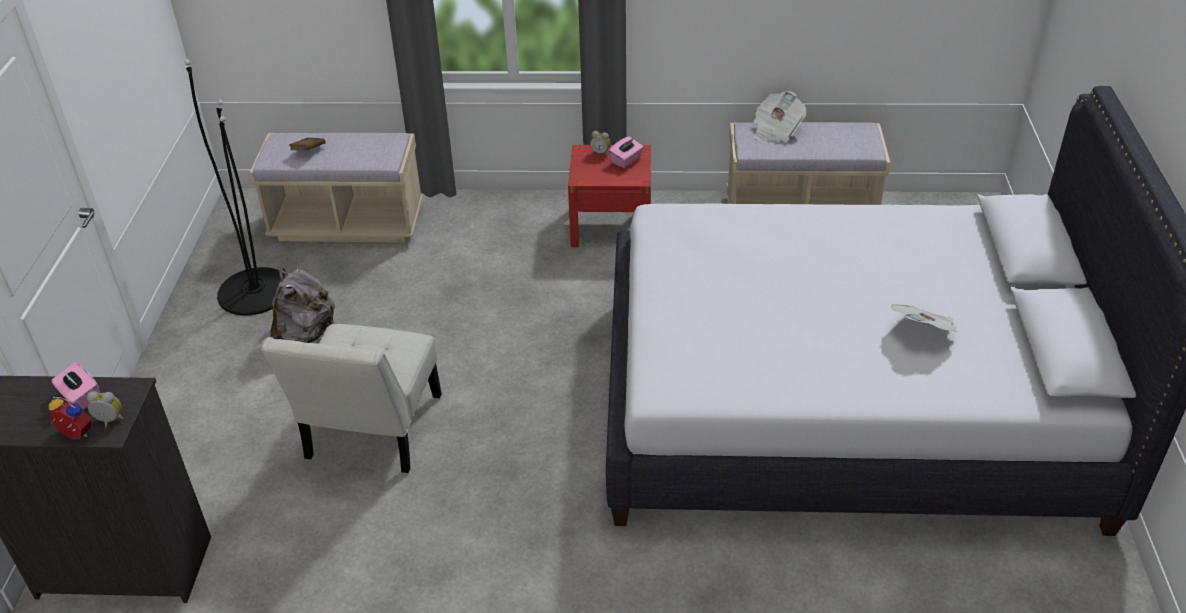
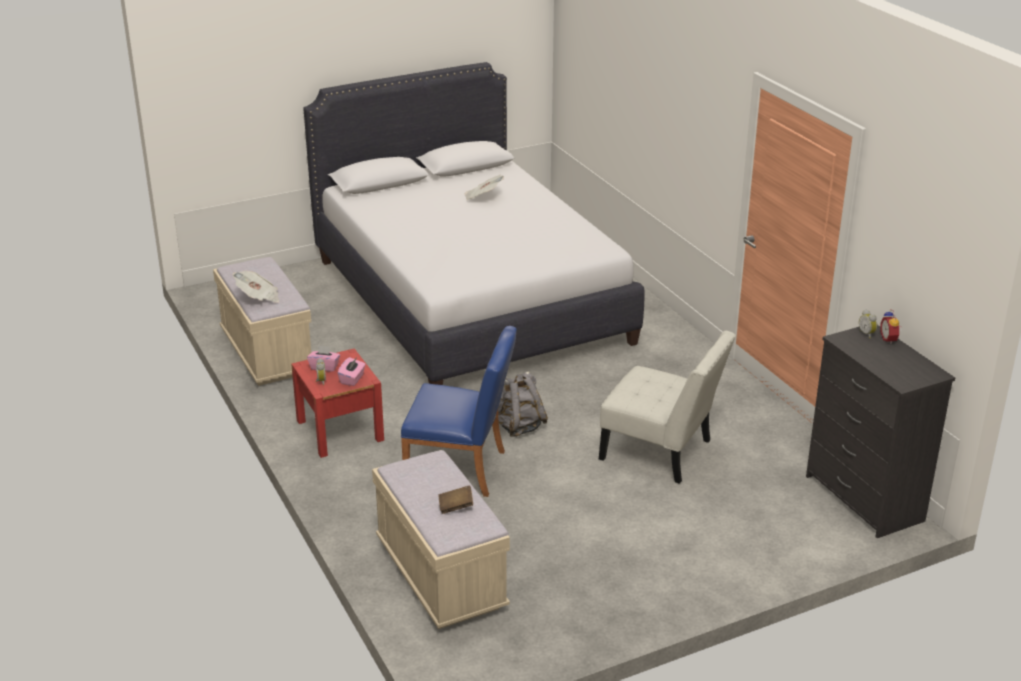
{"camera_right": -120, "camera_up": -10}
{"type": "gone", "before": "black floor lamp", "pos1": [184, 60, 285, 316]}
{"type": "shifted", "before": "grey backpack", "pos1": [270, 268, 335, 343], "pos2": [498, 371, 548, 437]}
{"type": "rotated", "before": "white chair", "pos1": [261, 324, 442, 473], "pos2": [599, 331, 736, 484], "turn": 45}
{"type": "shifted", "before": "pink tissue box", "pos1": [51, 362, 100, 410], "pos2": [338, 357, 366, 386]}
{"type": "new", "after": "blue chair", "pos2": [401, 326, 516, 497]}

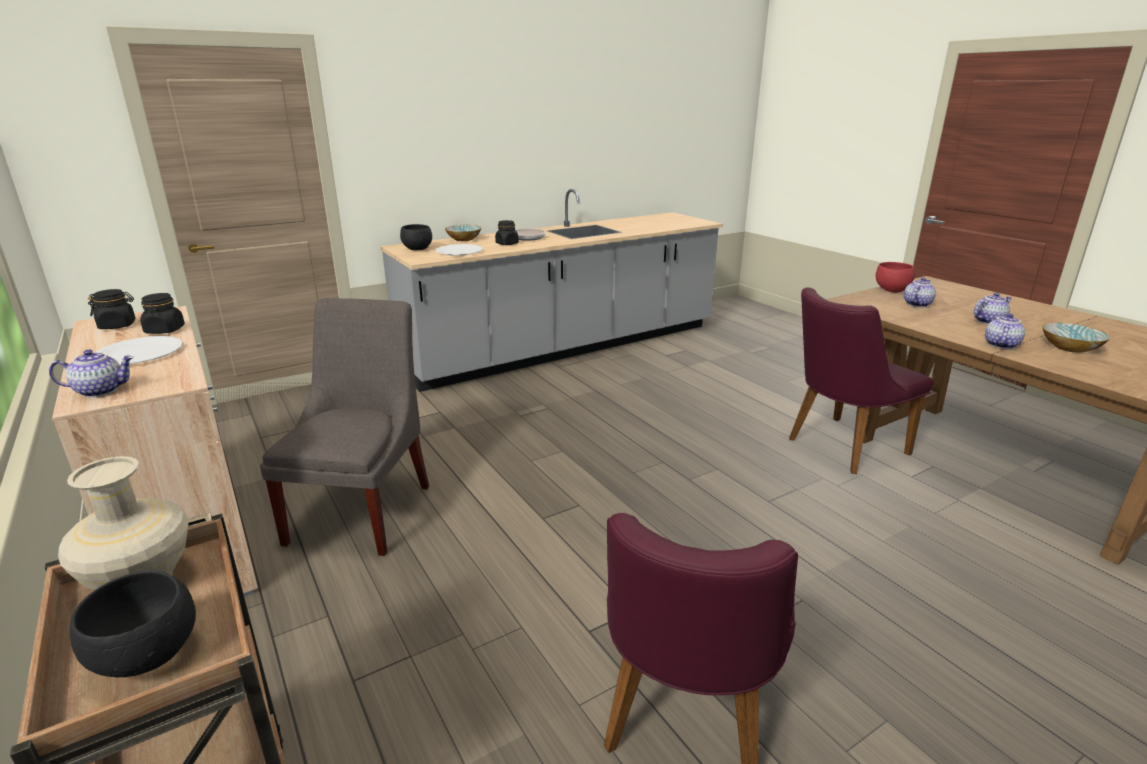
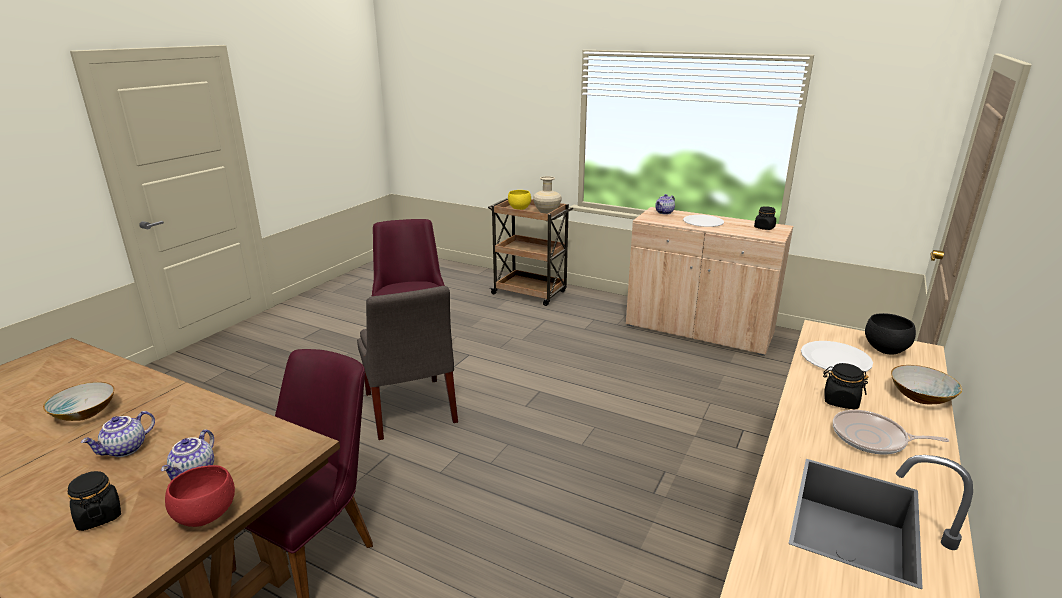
{"camera_right": 150, "camera_up": 0}
{"type": "shifted", "before": "black jar", "pos1": [140, 293, 185, 334], "pos2": [68, 471, 121, 531]}
{"type": "shifted", "before": "grey chair", "pos1": [260, 298, 429, 556], "pos2": [357, 286, 458, 440]}
{"type": "gone", "before": "teapot", "pos1": [985, 314, 1025, 349]}
{"type": "repainted", "before": "black bowl", "after": "yellow bowl", "pos1": [70, 570, 196, 677], "pos2": [508, 190, 531, 210]}

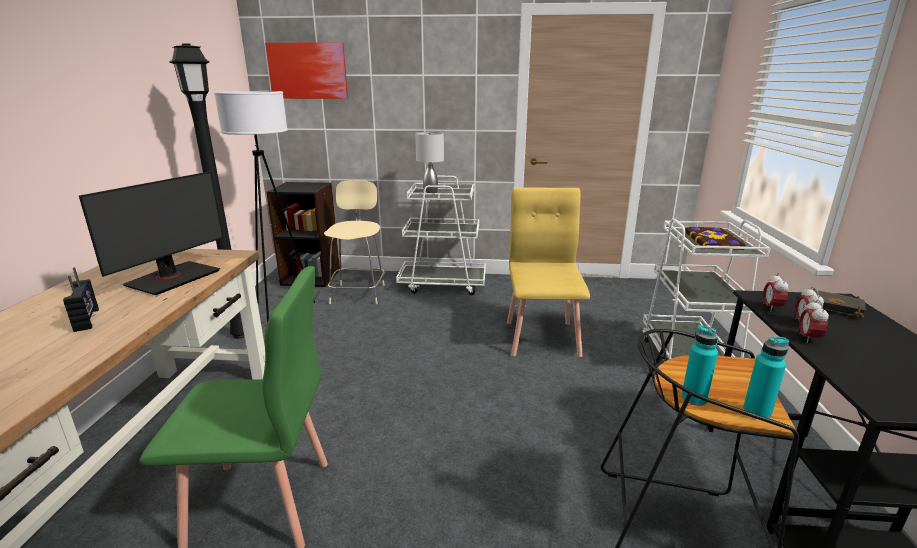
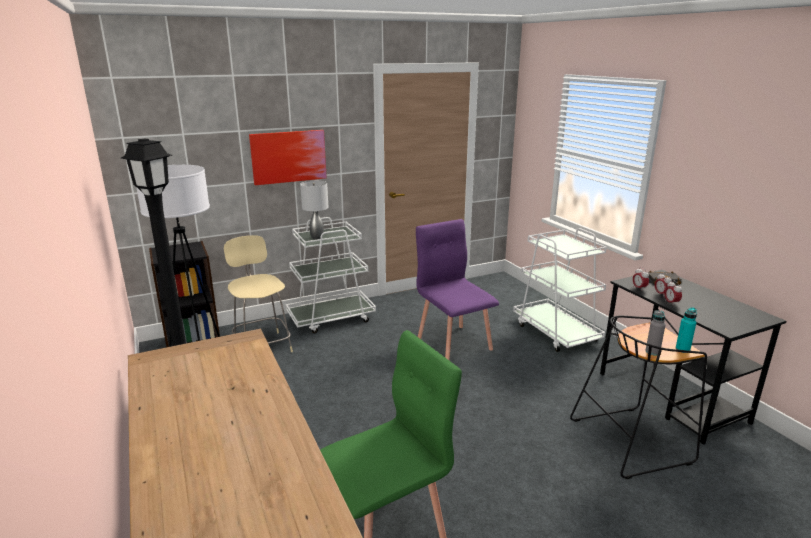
{"camera_right": -30, "camera_up": 0}
{"type": "shifted", "before": "picture", "pos1": [265, 42, 348, 99], "pos2": [249, 130, 327, 185]}
{"type": "gone", "before": "monitor", "pos1": [79, 171, 224, 295]}
{"type": "repainted", "before": "yellow chair", "after": "purple chair", "pos1": [507, 187, 590, 357], "pos2": [416, 219, 499, 360]}
{"type": "gone", "before": "book", "pos1": [685, 226, 745, 250]}
{"type": "gone", "before": "radio", "pos1": [63, 267, 99, 332]}
{"type": "repainted", "before": "turquoise bottle", "after": "grey bottle", "pos1": [681, 325, 718, 406], "pos2": [645, 311, 666, 355]}

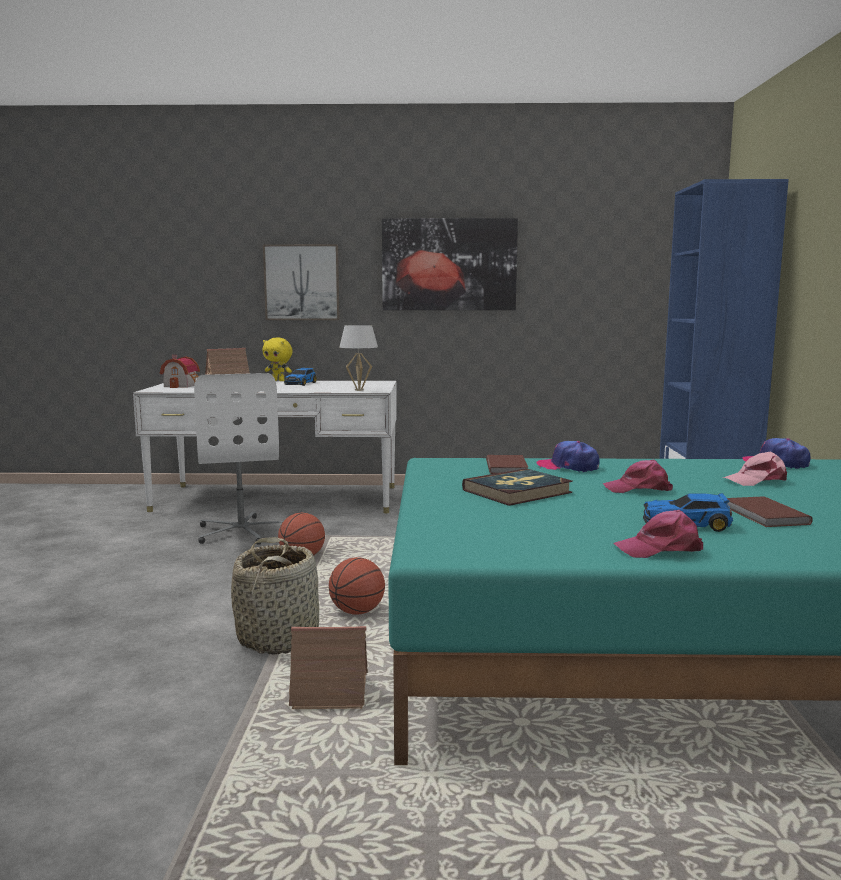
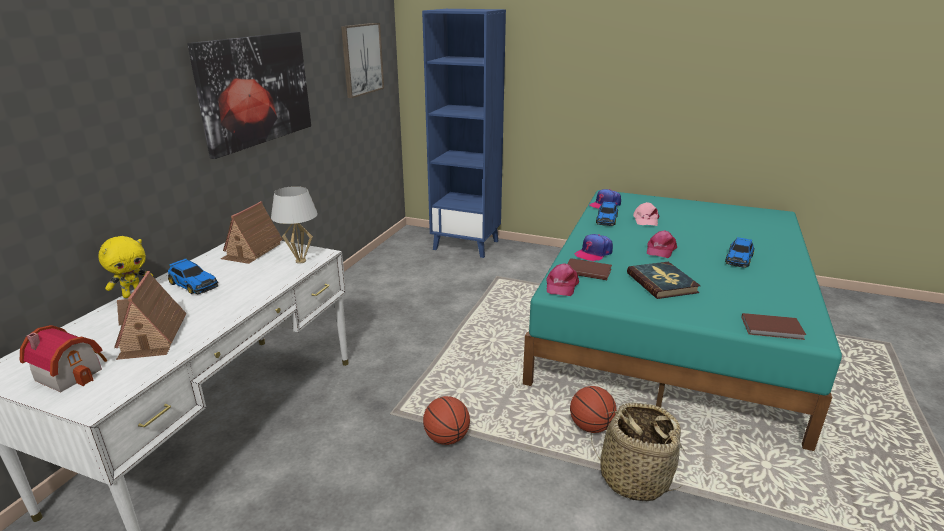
{"camera_right": -70, "camera_up": 15}
{"type": "shifted", "before": "picture", "pos1": [263, 244, 340, 320], "pos2": [341, 23, 384, 98]}
{"type": "gone", "before": "white office chair", "pos1": [194, 373, 283, 545]}
{"type": "shifted", "before": "brown book", "pos1": [727, 496, 813, 527], "pos2": [742, 313, 806, 340]}
{"type": "shifted", "before": "pink cap", "pos1": [614, 510, 703, 558], "pos2": [546, 263, 579, 296]}
{"type": "shifted", "before": "toy house", "pos1": [289, 626, 368, 710], "pos2": [221, 201, 283, 264]}
{"type": "new", "after": "toy car", "pos2": [596, 202, 618, 226]}

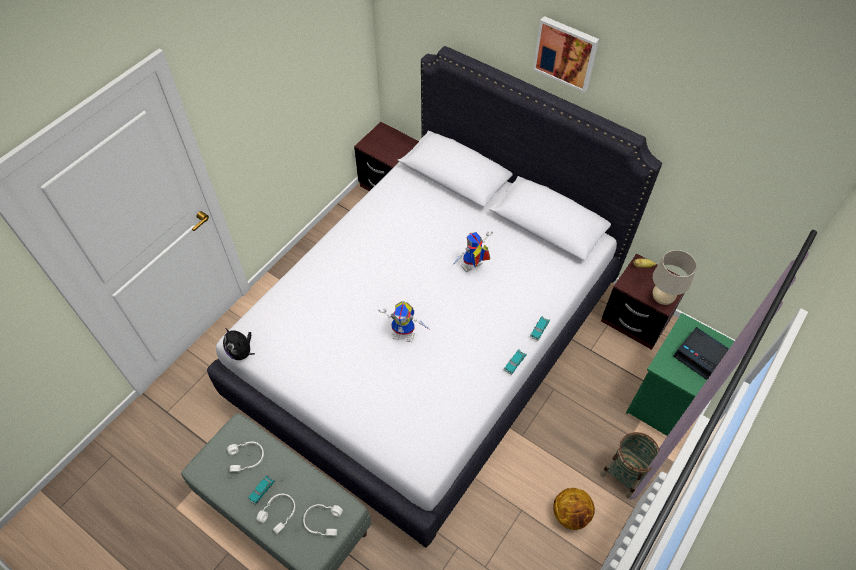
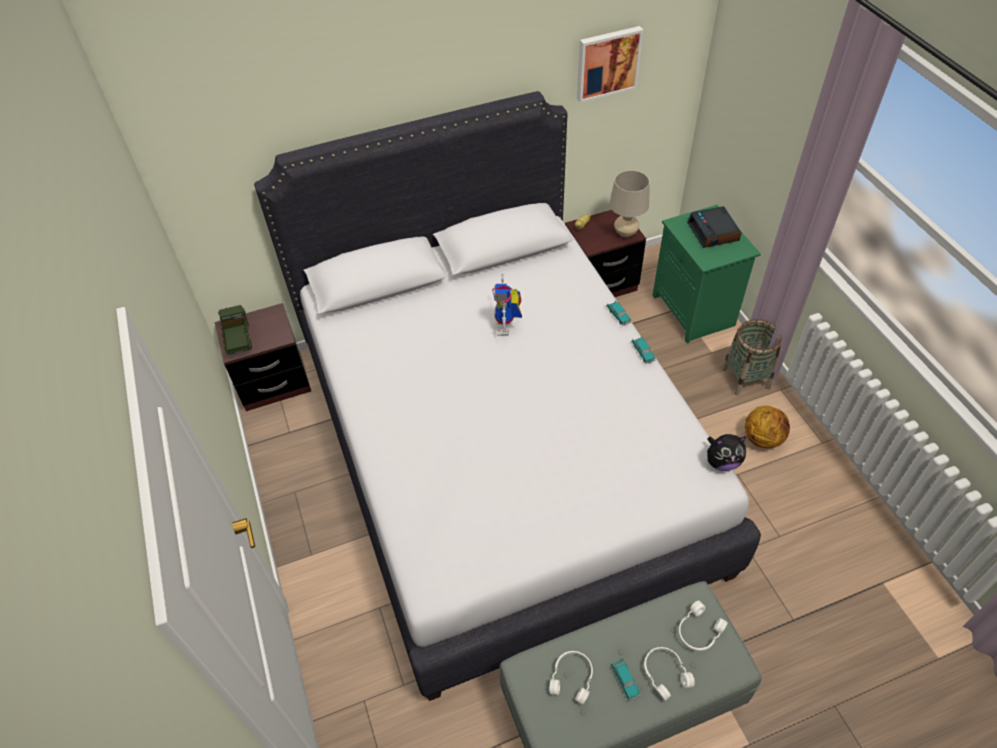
{"camera_right": -55, "camera_up": -5}
{"type": "shifted", "before": "picture", "pos1": [533, 16, 599, 92], "pos2": [577, 26, 643, 103]}
{"type": "gone", "before": "toy robot", "pos1": [378, 301, 429, 342]}
{"type": "rotated", "before": "alarm clock", "pos1": [673, 327, 729, 380], "pos2": [687, 206, 742, 248], "turn": 90}
{"type": "shifted", "before": "plush toy", "pos1": [223, 328, 255, 360], "pos2": [707, 434, 746, 471]}
{"type": "new", "after": "toy truck", "pos2": [218, 305, 252, 355]}

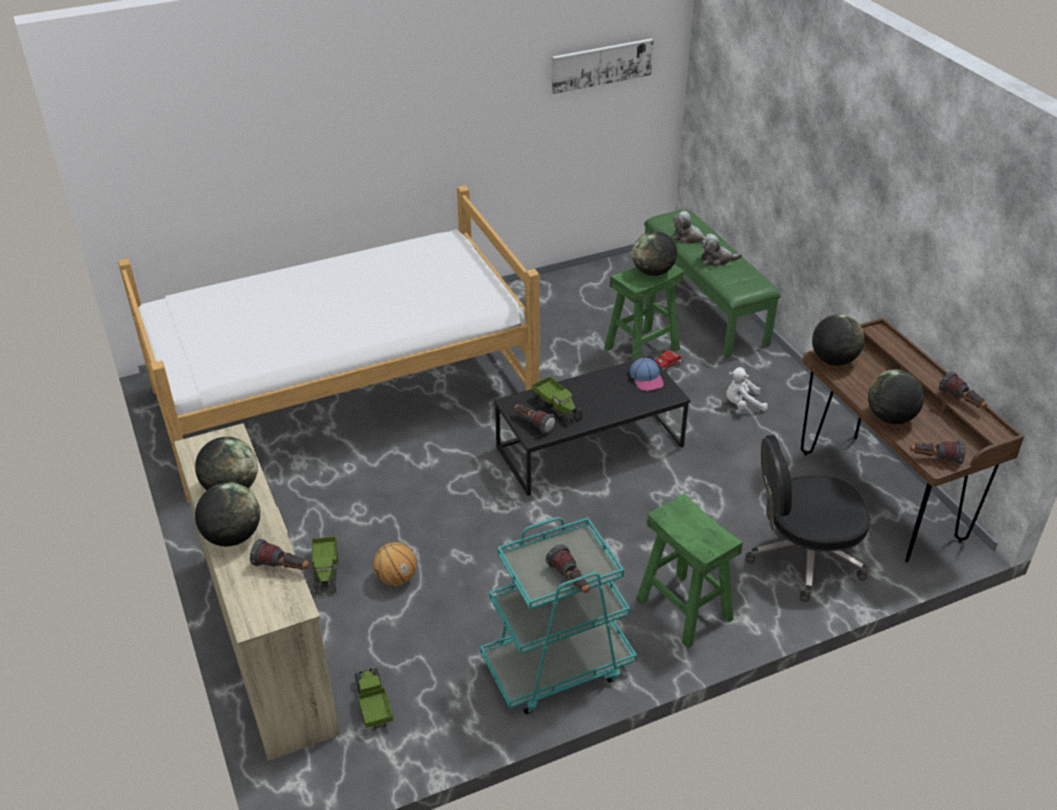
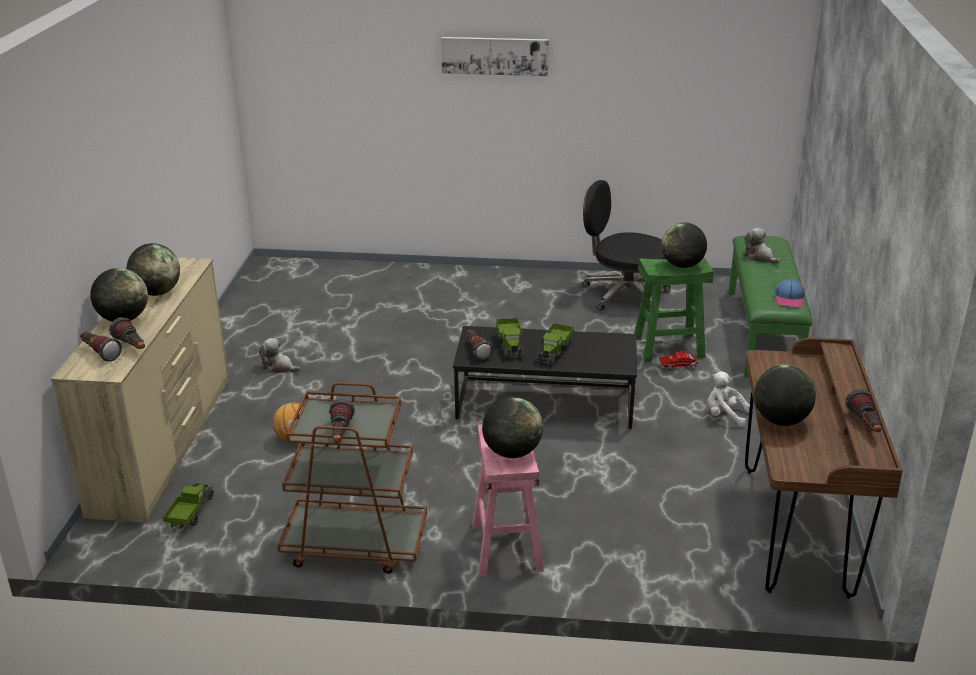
{"camera_right": 30, "camera_up": -10}
{"type": "shifted", "before": "picture", "pos1": [552, 38, 654, 94], "pos2": [441, 37, 549, 76]}
{"type": "gone", "before": "bed", "pos1": [118, 185, 540, 503]}
{"type": "shifted", "before": "plush toy", "pos1": [701, 234, 742, 267], "pos2": [259, 338, 300, 373]}
{"type": "shifted", "before": "globe", "pos1": [812, 314, 864, 366], "pos2": [482, 397, 543, 458]}
{"type": "shifted", "before": "cap", "pos1": [630, 358, 664, 391], "pos2": [775, 279, 805, 307]}
{"type": "shifted", "before": "black office chair", "pos1": [746, 435, 870, 602], "pos2": [582, 180, 671, 312]}
{"type": "shifted", "before": "flashlight", "pos1": [910, 440, 966, 465], "pos2": [80, 332, 122, 362]}
{"type": "repainted", "before": "green stool", "after": "pink stool", "pos1": [637, 493, 743, 648], "pos2": [472, 424, 544, 576]}
{"type": "repainted", "before": "turquoise cart", "after": "brown cart", "pos1": [480, 517, 637, 714], "pos2": [277, 382, 427, 574]}
{"type": "shifted", "before": "toy truck", "pos1": [312, 536, 338, 594], "pos2": [535, 323, 574, 366]}

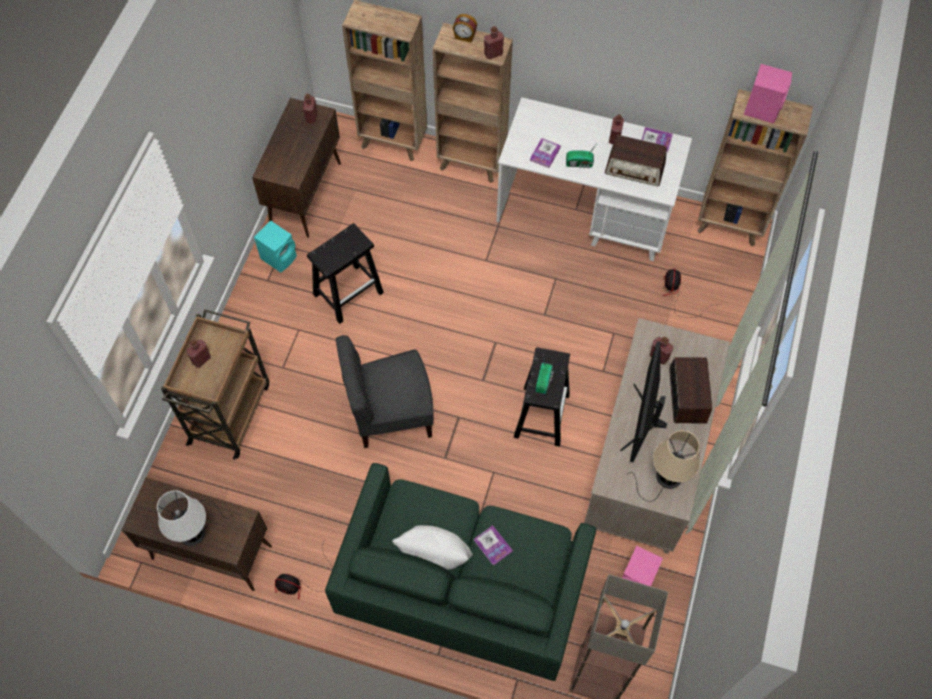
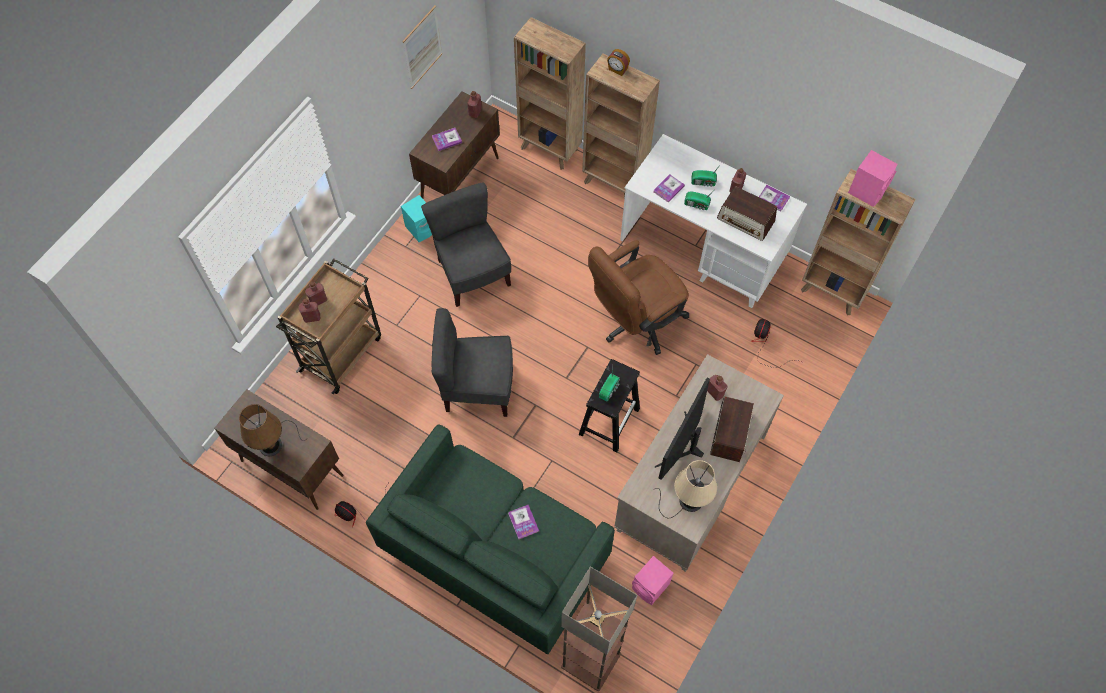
{"camera_right": 15, "camera_up": 0}
{"type": "shifted", "before": "red bottle", "pos1": [484, 26, 504, 59], "pos2": [298, 299, 320, 323]}
{"type": "swapped", "before": "black stool", "after": "grey chair", "pos1": [307, 223, 384, 324], "pos2": [421, 182, 511, 307]}
{"type": "repainted", "before": "white table lamp", "after": "brown table lamp", "pos1": [157, 490, 232, 546], "pos2": [239, 404, 308, 456]}
{"type": "gone", "before": "white pillow", "pos1": [392, 525, 473, 570]}
{"type": "new", "after": "picture", "pos2": [403, 5, 442, 89]}
{"type": "new", "after": "book", "pos2": [432, 128, 462, 151]}
{"type": "new", "after": "radio", "pos2": [691, 164, 721, 187]}
{"type": "new", "after": "brown office chair", "pos2": [588, 240, 689, 355]}

